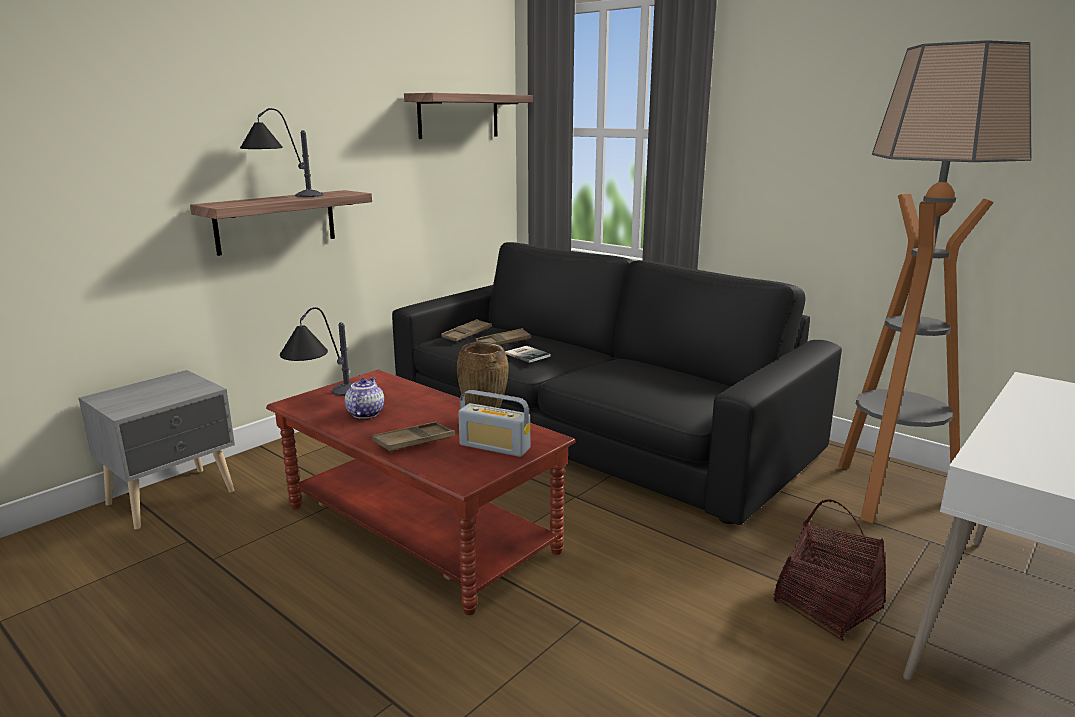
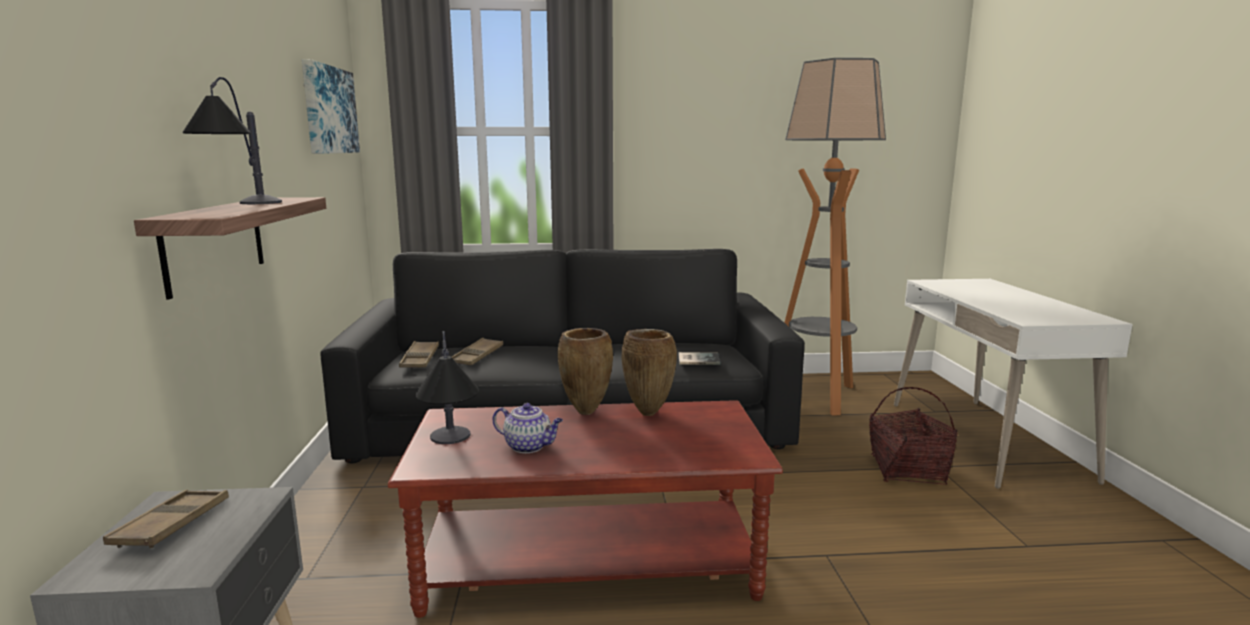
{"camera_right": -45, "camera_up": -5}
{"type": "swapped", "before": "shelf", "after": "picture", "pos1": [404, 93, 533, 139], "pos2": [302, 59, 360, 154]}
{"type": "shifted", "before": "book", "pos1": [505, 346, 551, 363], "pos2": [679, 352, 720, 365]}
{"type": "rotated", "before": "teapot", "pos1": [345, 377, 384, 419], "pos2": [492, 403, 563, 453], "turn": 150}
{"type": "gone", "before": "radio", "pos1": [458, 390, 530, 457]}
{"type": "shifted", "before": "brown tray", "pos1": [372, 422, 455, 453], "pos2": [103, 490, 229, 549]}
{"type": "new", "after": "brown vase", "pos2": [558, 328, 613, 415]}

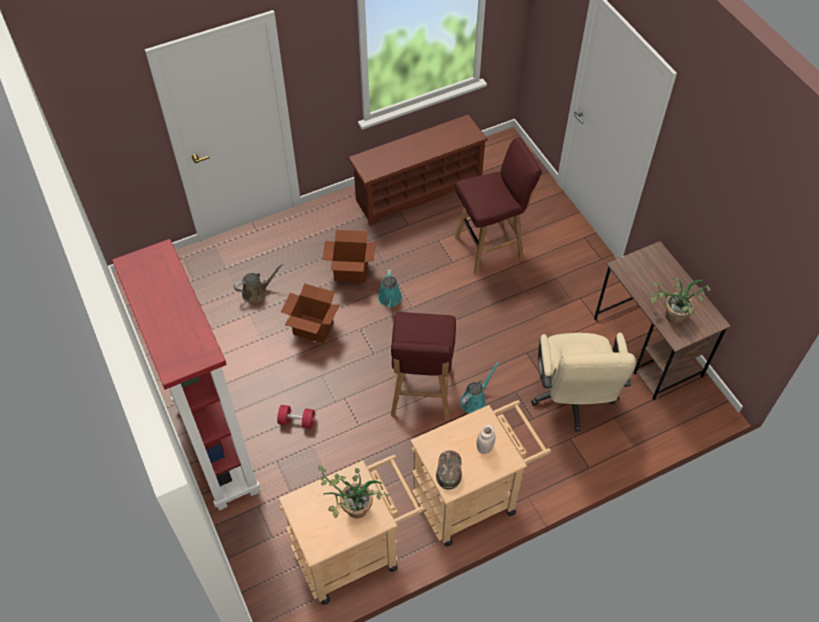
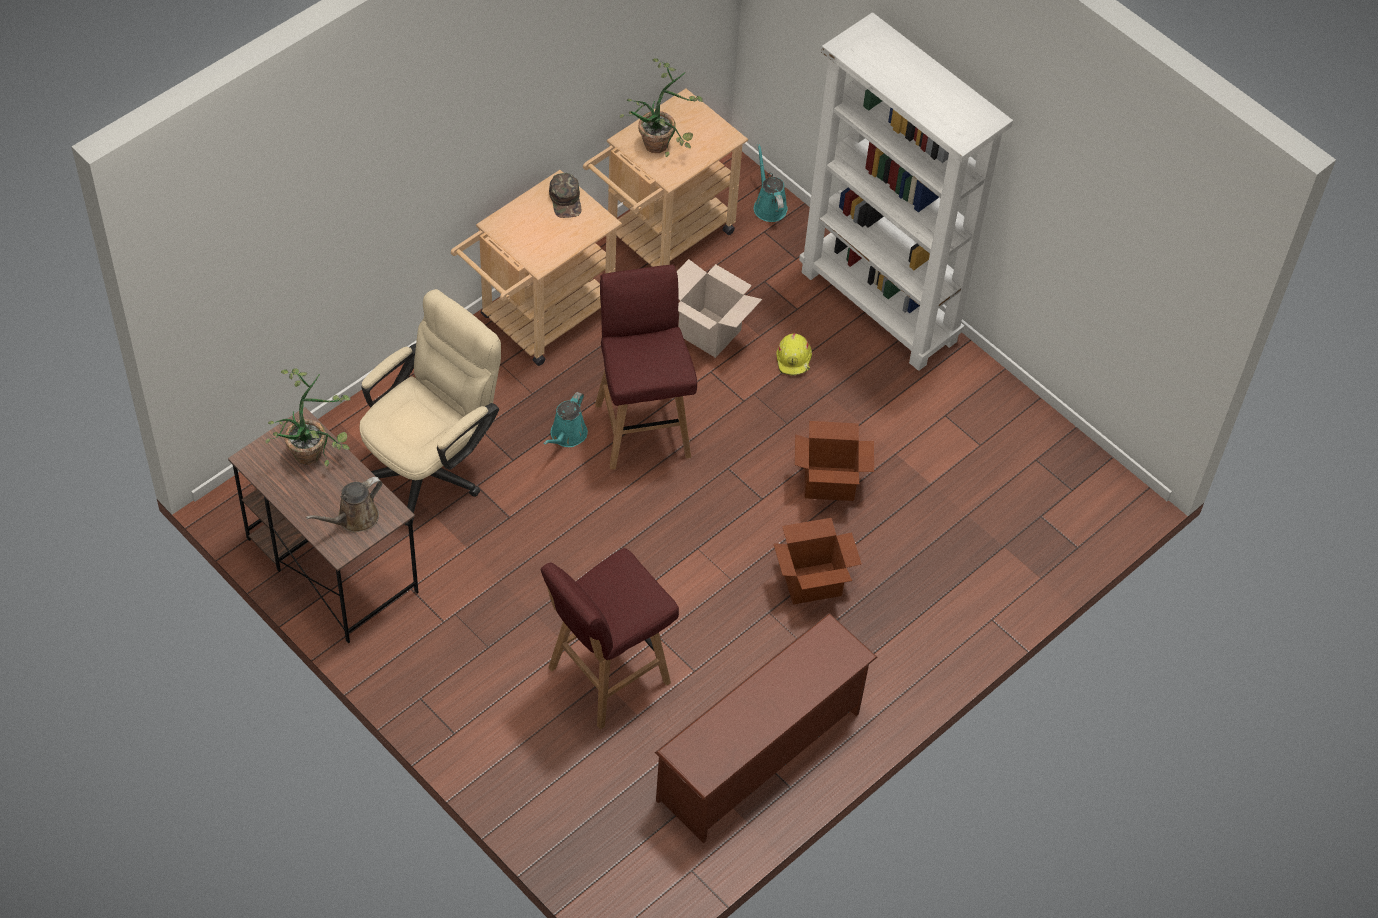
{"camera_right": 160, "camera_up": 0}
{"type": "repainted", "before": "red bookcase", "after": "white bookcase", "pos1": [112, 239, 261, 510], "pos2": [799, 12, 1013, 371]}
{"type": "shifted", "before": "brown watering can", "pos1": [234, 263, 284, 303], "pos2": [306, 477, 382, 532]}
{"type": "shifted", "before": "turquoise watering can", "pos1": [378, 270, 402, 308], "pos2": [754, 144, 788, 222]}
{"type": "rotated", "before": "beige office chair", "pos1": [531, 333, 636, 432], "pos2": [360, 289, 501, 526], "turn": 60}
{"type": "swapped", "before": "red dumbbell", "after": "yellow hard hat", "pos1": [277, 405, 315, 429], "pos2": [776, 333, 812, 376]}
{"type": "gone", "before": "white jar", "pos1": [477, 425, 495, 454]}
{"type": "new", "after": "cardboard box", "pos2": [677, 259, 762, 358]}

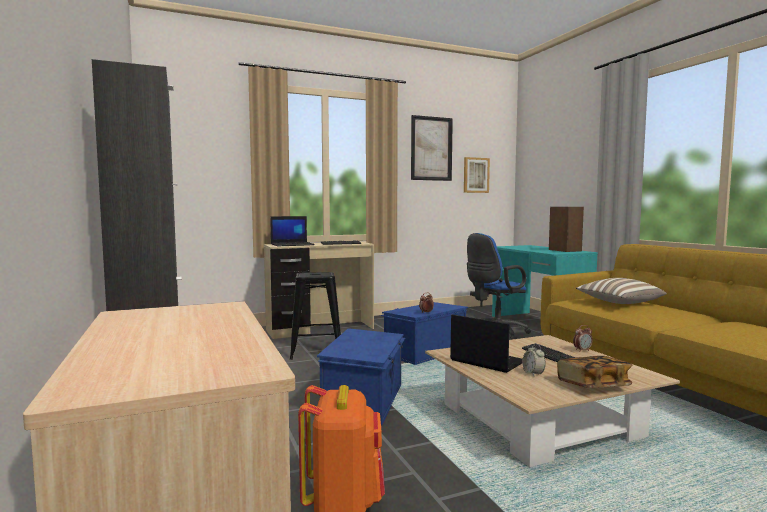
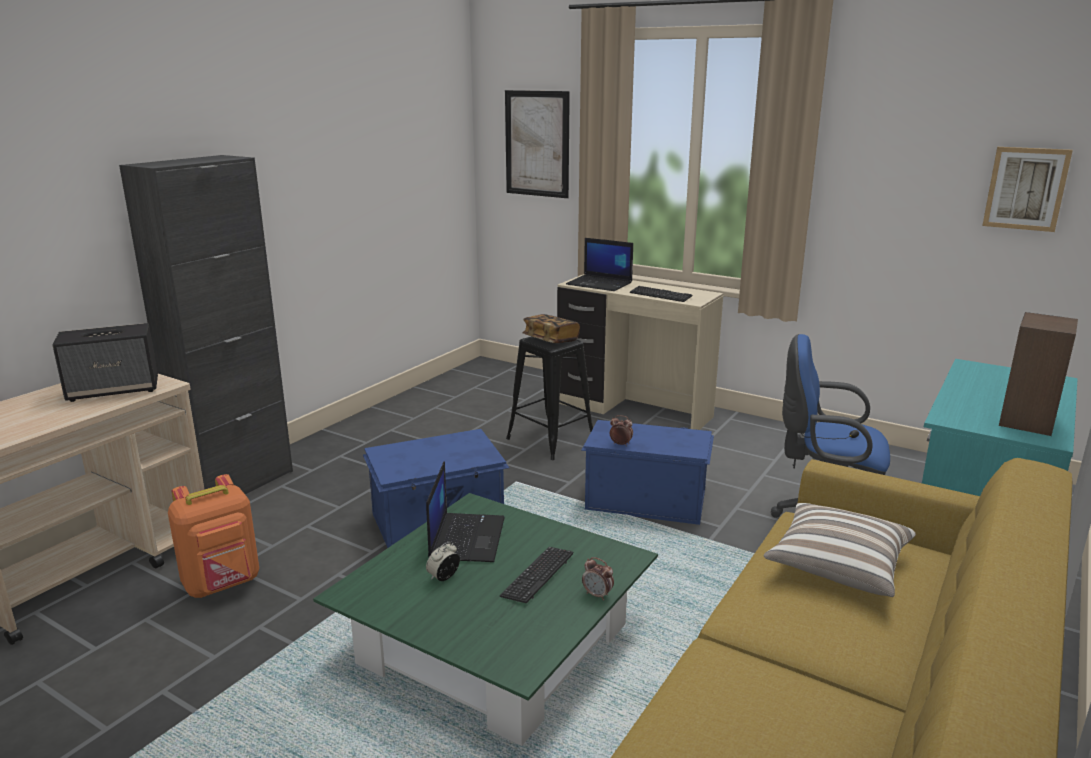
{"camera_right": 55, "camera_up": 15}
{"type": "shifted", "before": "picture", "pos1": [411, 115, 453, 181], "pos2": [505, 90, 570, 198]}
{"type": "repainted", "before": "beige coffee table", "after": "green coffee table", "pos1": [425, 335, 680, 467], "pos2": [313, 493, 658, 746]}
{"type": "shifted", "before": "book", "pos1": [557, 356, 632, 388], "pos2": [522, 314, 580, 343]}
{"type": "new", "after": "speaker", "pos2": [52, 323, 158, 402]}

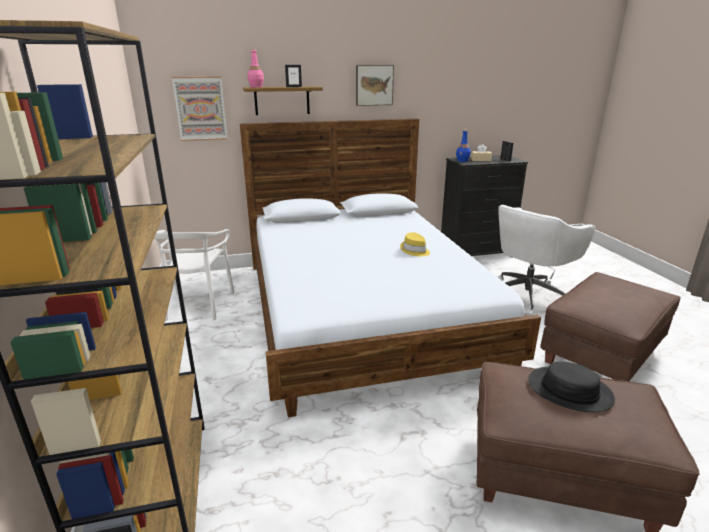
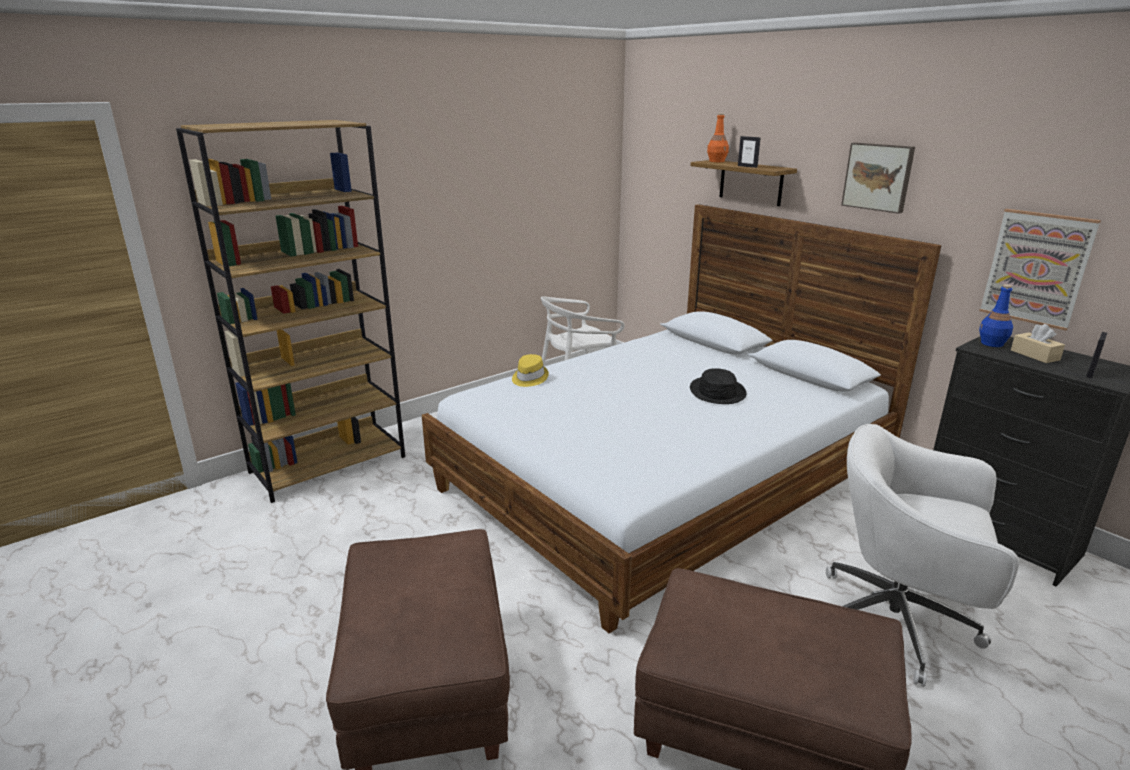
{"camera_right": 65, "camera_up": 0}
{"type": "repainted", "before": "pink bottle", "after": "orange bottle", "pos1": [247, 49, 264, 87], "pos2": [707, 113, 729, 162]}
{"type": "shifted", "before": "picture", "pos1": [172, 76, 228, 141], "pos2": [979, 209, 1101, 331]}
{"type": "shifted", "before": "yellow hat", "pos1": [400, 232, 430, 256], "pos2": [512, 354, 549, 387]}
{"type": "shifted", "before": "black hat", "pos1": [528, 361, 615, 412], "pos2": [690, 368, 747, 404]}

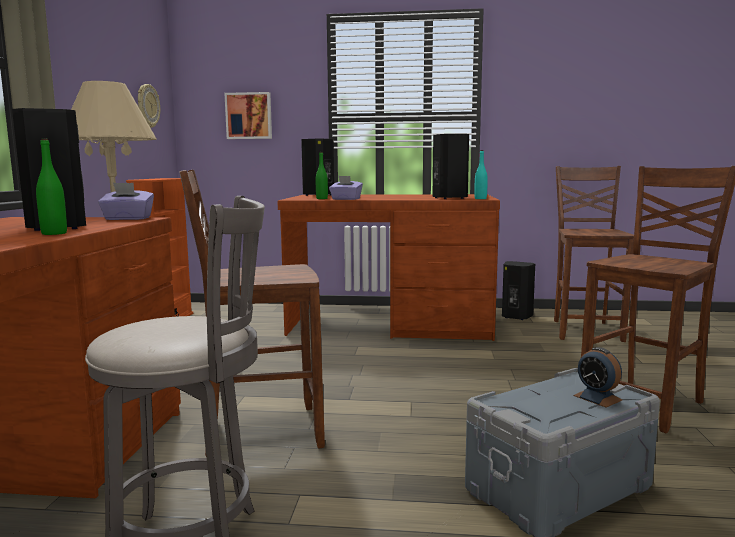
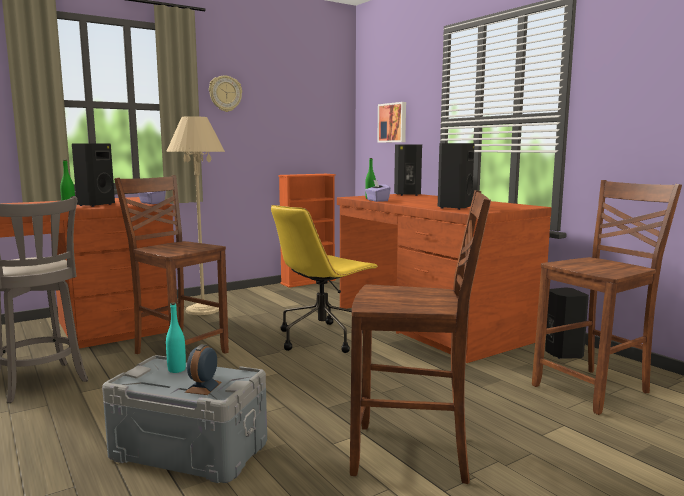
{"camera_right": 50, "camera_up": 0}
{"type": "shifted", "before": "wall clock", "pos1": [138, 84, 160, 128], "pos2": [209, 75, 242, 112]}
{"type": "shifted", "before": "turquoise bottle", "pos1": [474, 150, 488, 199], "pos2": [166, 302, 186, 373]}
{"type": "new", "after": "yellow office chair", "pos2": [271, 205, 379, 353]}

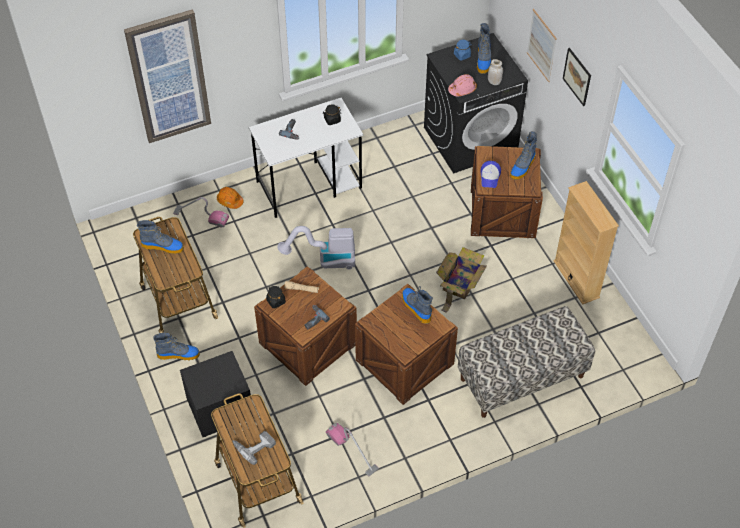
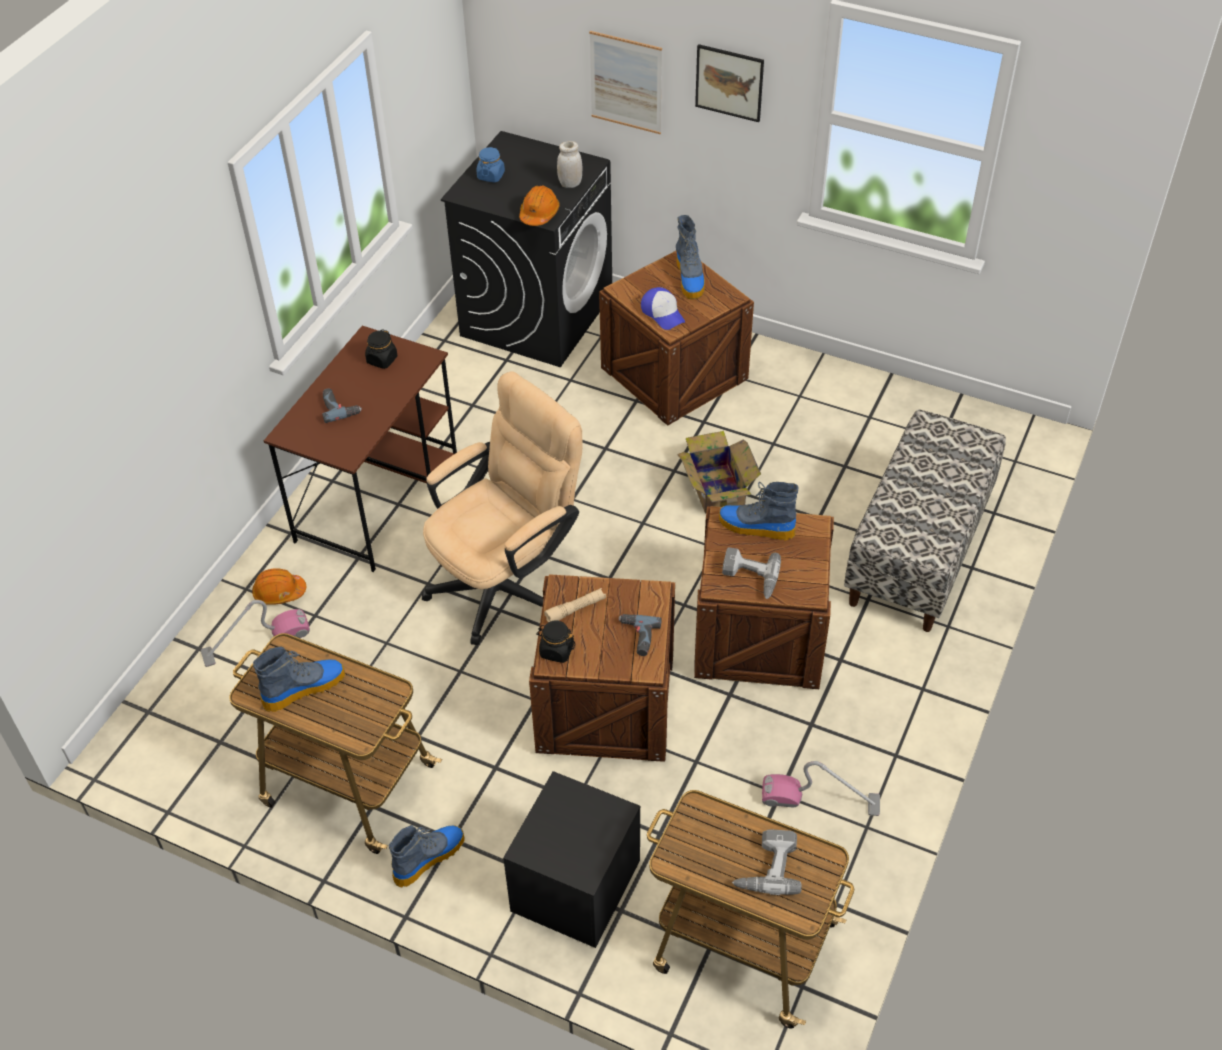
{"camera_right": -40, "camera_up": -5}
{"type": "gone", "before": "picture", "pos1": [124, 9, 211, 143]}
{"type": "gone", "before": "boot", "pos1": [477, 23, 491, 74]}
{"type": "repainted", "before": "pink hard hat", "after": "orange hard hat", "pos1": [448, 74, 477, 96], "pos2": [519, 185, 560, 226]}
{"type": "repainted", "before": "white desk", "after": "brown desk", "pos1": [249, 98, 363, 218], "pos2": [264, 326, 457, 572]}
{"type": "gone", "before": "beige bookcase", "pos1": [553, 181, 619, 305]}
{"type": "swapped", "before": "vacuum cleaner", "after": "beige office chair", "pos1": [277, 226, 355, 270], "pos2": [422, 372, 582, 645]}
{"type": "new", "after": "power drill", "pos2": [722, 547, 781, 599]}

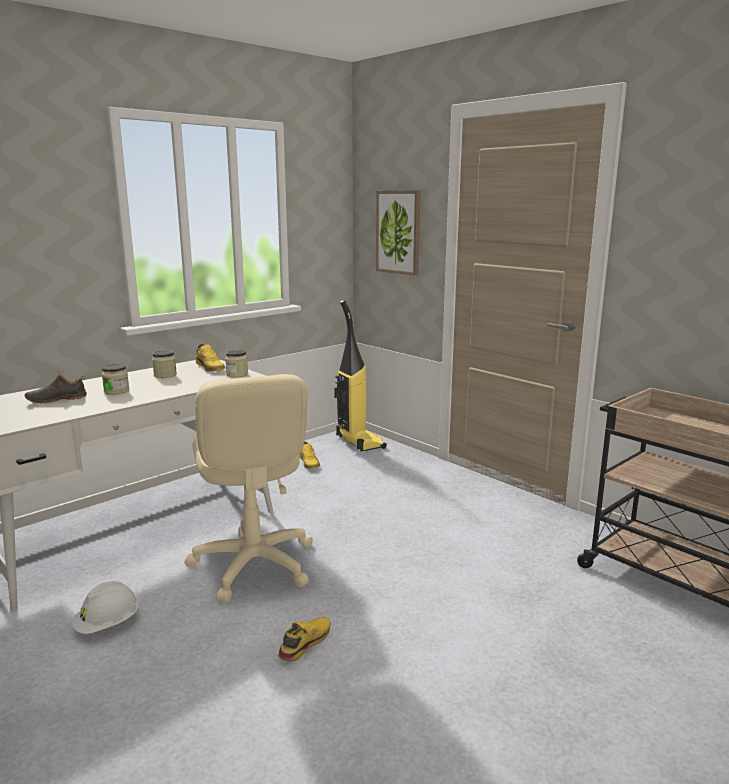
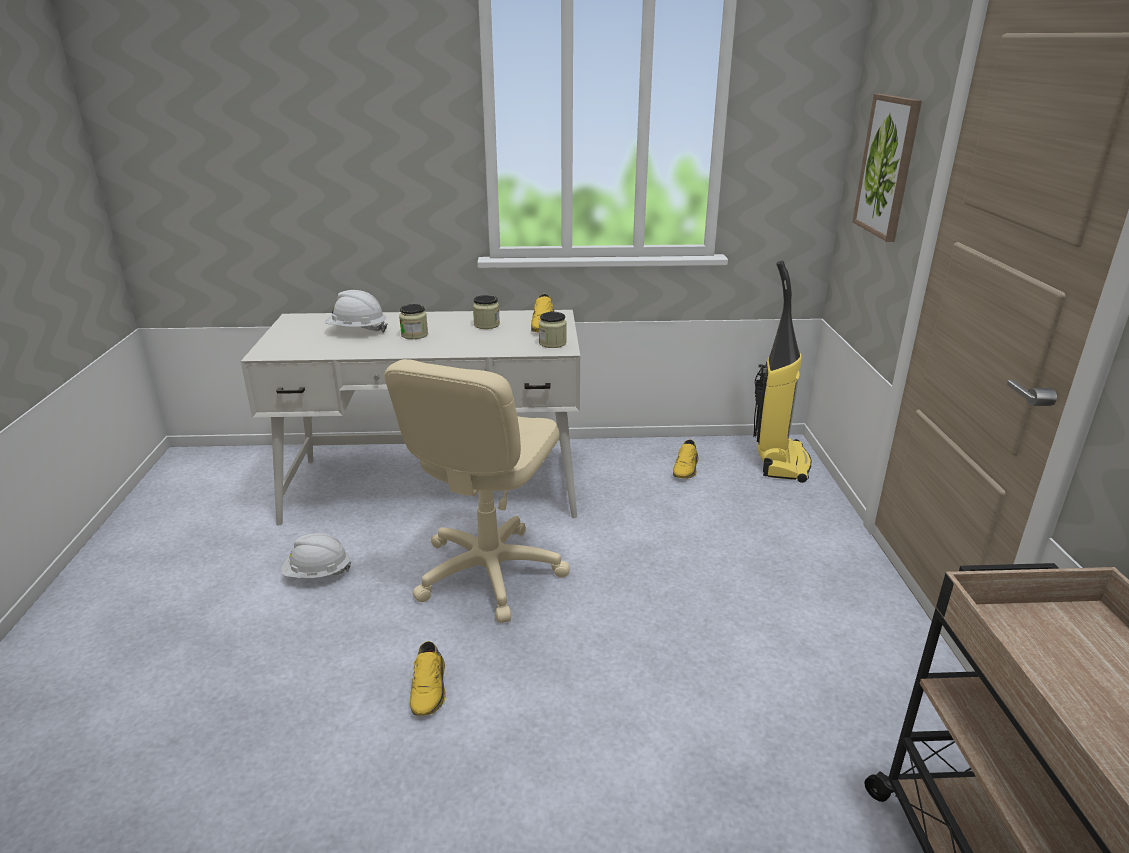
{"camera_right": 40, "camera_up": 10}
{"type": "swapped", "before": "black shoe", "after": "white hard hat", "pos1": [25, 372, 87, 404], "pos2": [325, 290, 387, 333]}
{"type": "rotated", "before": "yellow shoe", "pos1": [278, 617, 331, 662], "pos2": [410, 641, 446, 716], "turn": 105}

